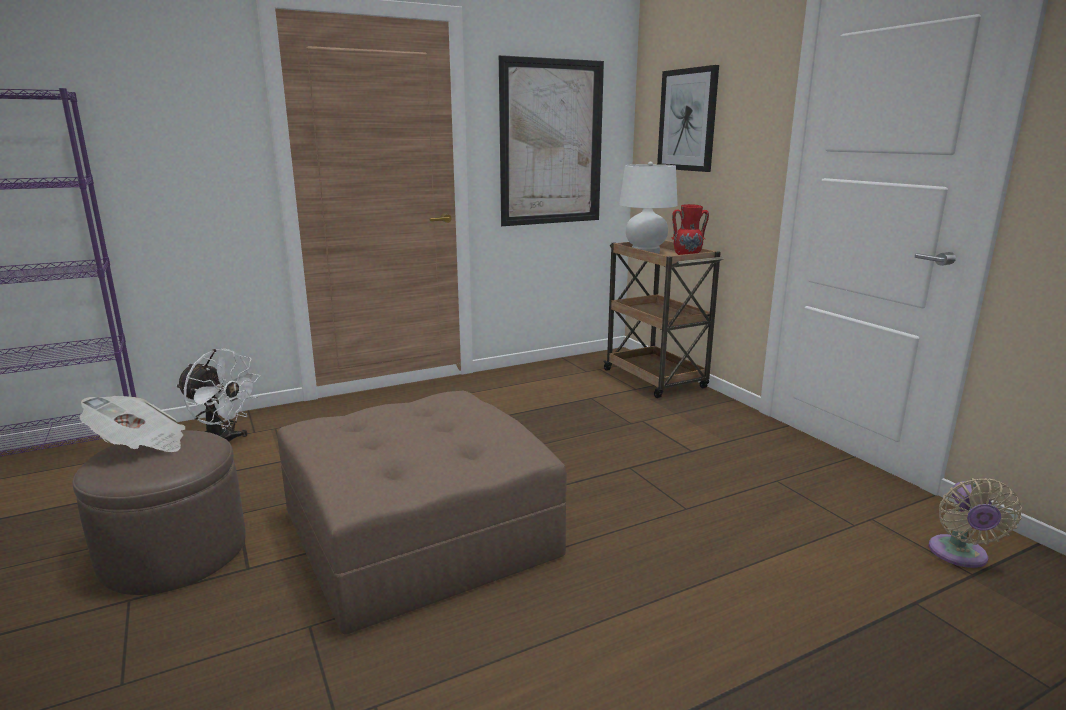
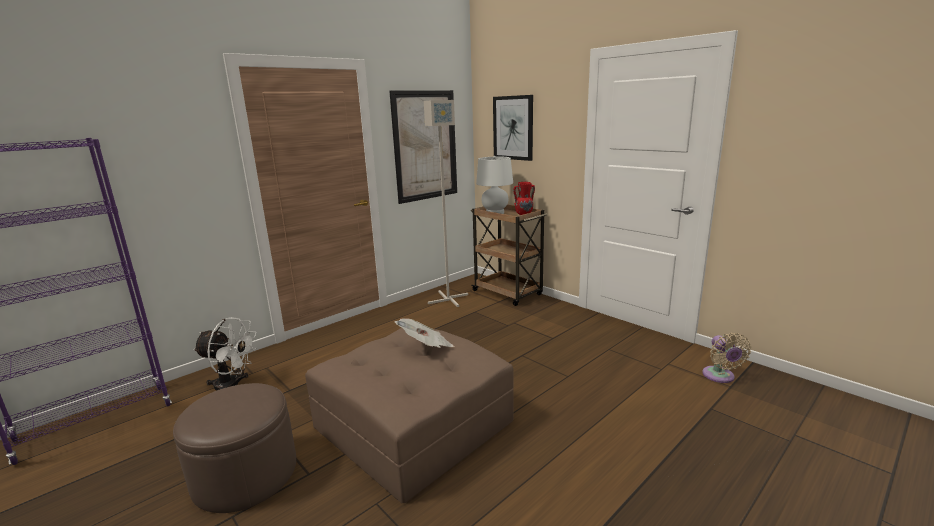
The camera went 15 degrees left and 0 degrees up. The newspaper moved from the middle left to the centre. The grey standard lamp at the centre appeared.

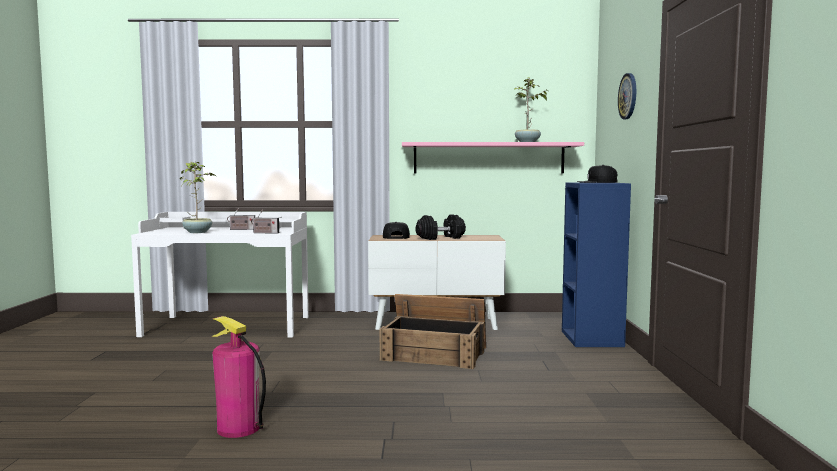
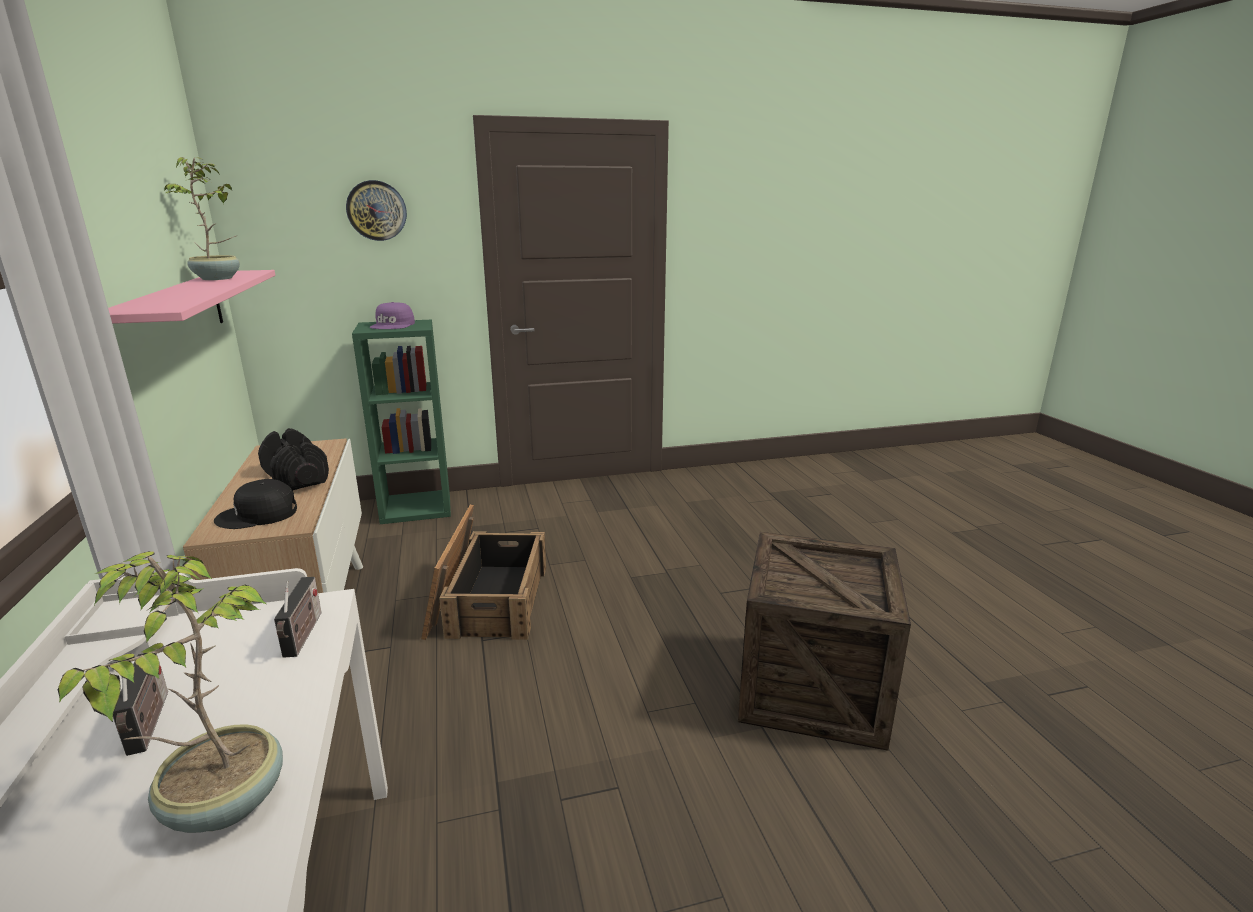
The camera went 105 degrees left and 15 degrees up. The fire-fighting cylinder at the bottom left was replaced by the crate (no. 2 from left) at the bottom centre. The blue shelving unit at the middle right became the greenish shelving unit at the middle left. The black-coloured baseball cap (no. 2 from left) at the middle right became the purple baseball cap at the middle left.

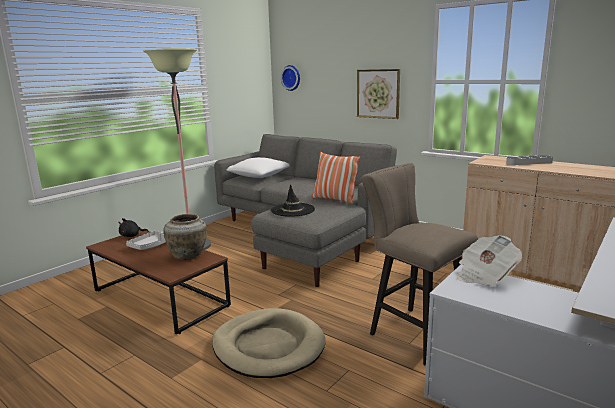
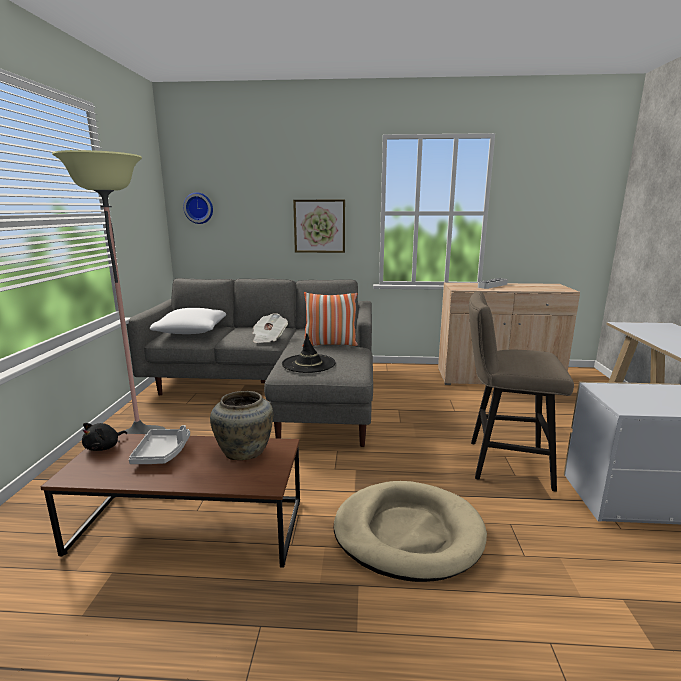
The camera went 35 degrees left and 0 degrees up. The newspaper moved from the middle right to the centre.

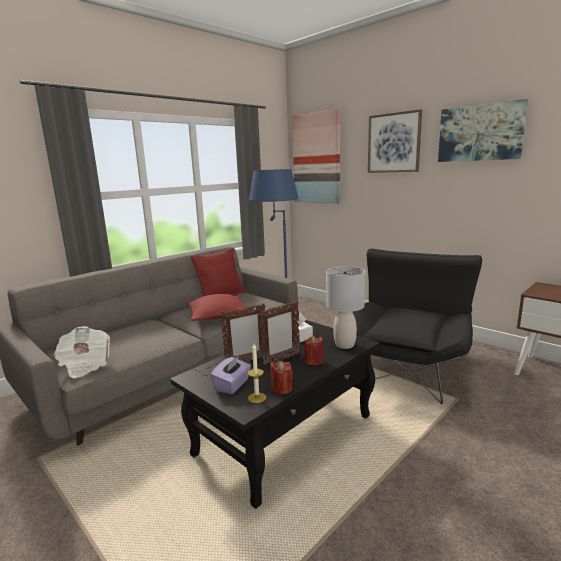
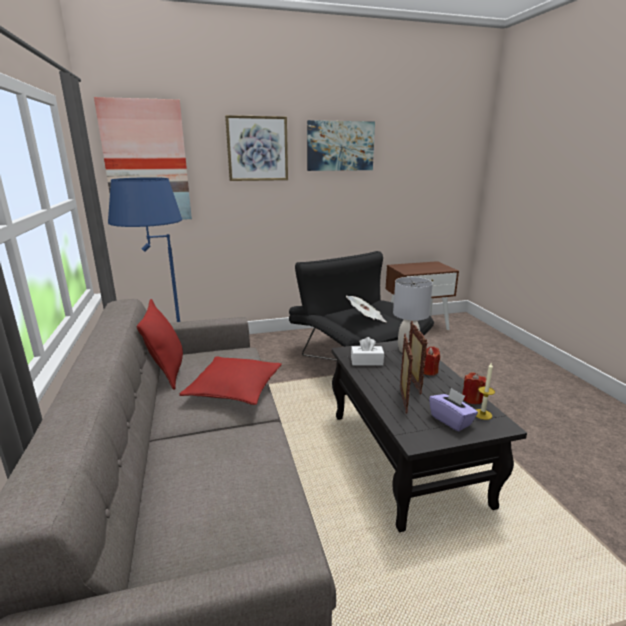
The camera went 60 degrees left and 5 degrees up. The newspaper moved from the middle left to the centre.

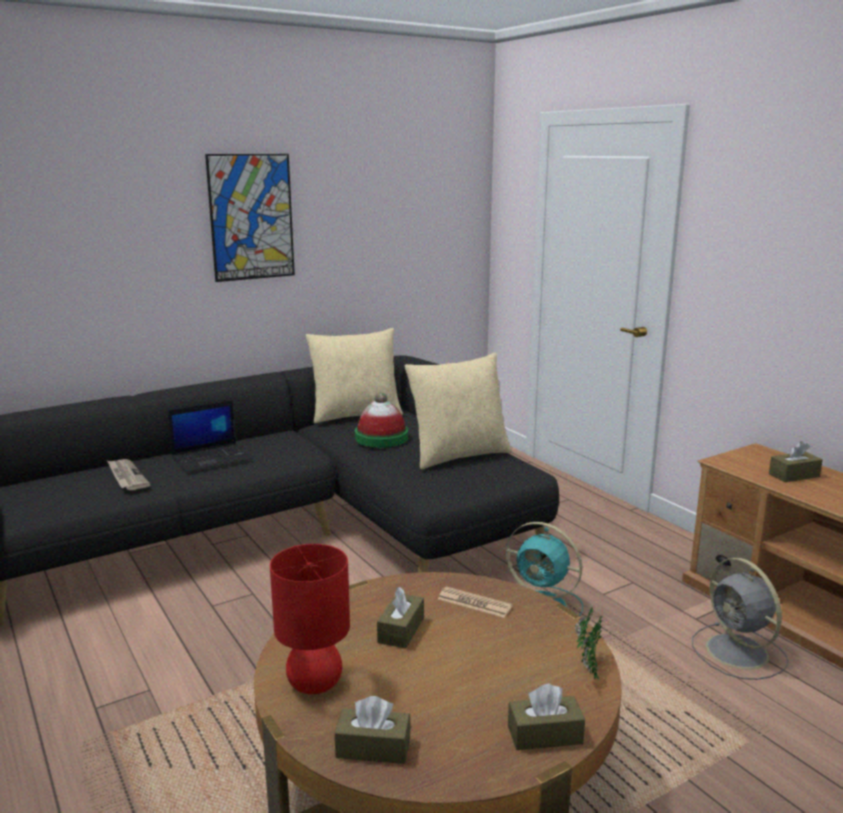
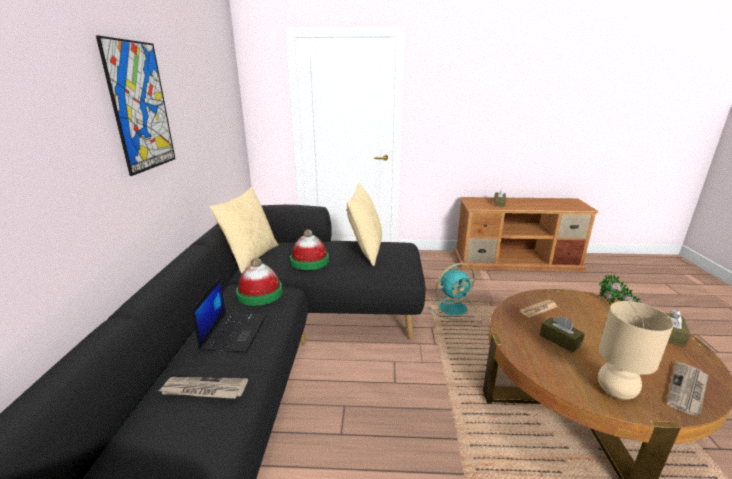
The camera went 55 degrees left and 5 degrees up. The red table lamp at the bottom centre became the beige-coloured table lamp at the bottom right. The brown box of tissues (no. 1 from left) at the bottom centre was replaced by the newspaper (no. 3 from left) at the bottom right. The grey electric fan at the bottom right disappeared. The hat (no. 1 from left) at the centre appeared.

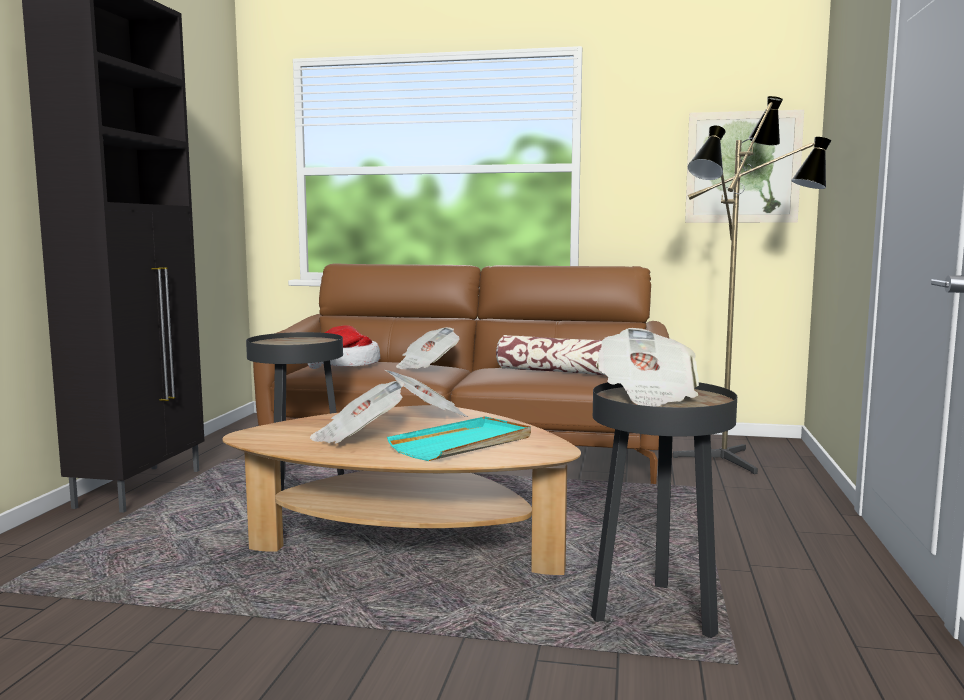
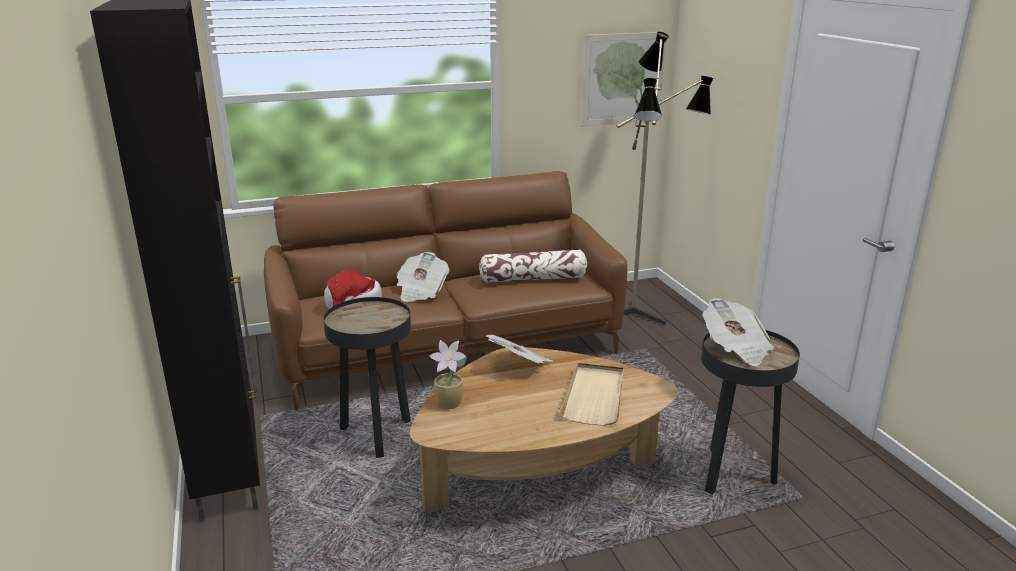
The camera went 30 degrees left and 15 degrees up. The newspaper (no. 1 from left) at the centre disappeared. The turquoise serving tray at the centre became the beige-coloured serving tray at the bottom centre. The potted plant at the centre appeared.

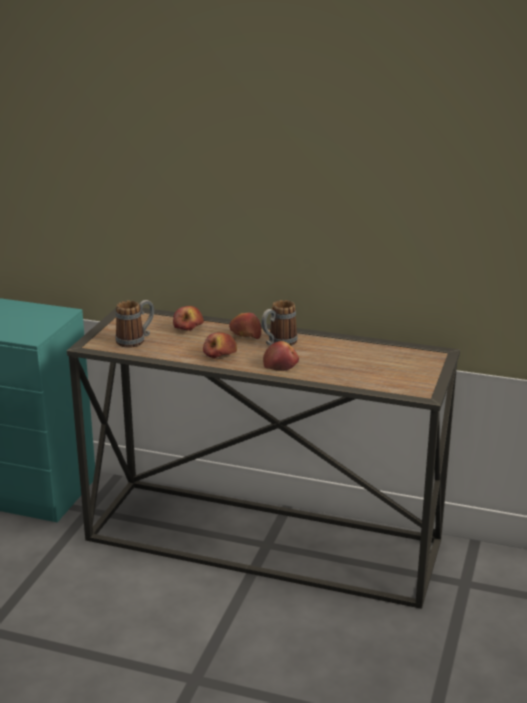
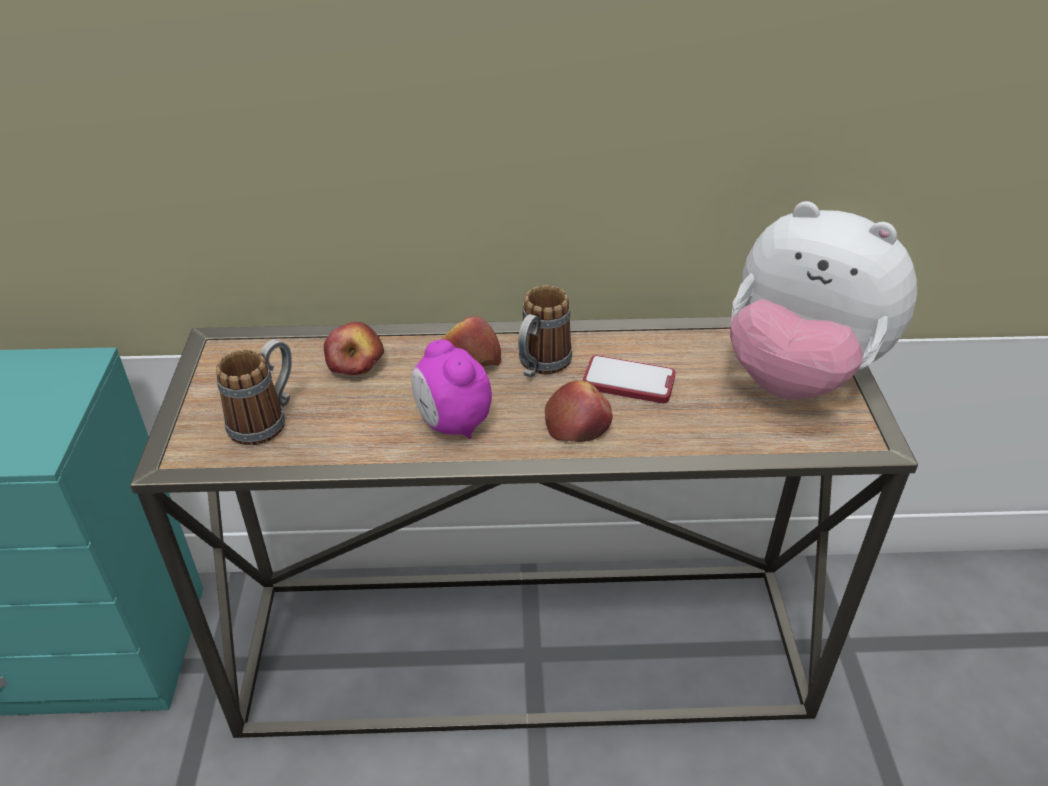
The camera went 20 degrees left and 15 degrees up. The apple fruit (no. 2 from left) at the centre was replaced by the table clock at the centre. The phone at the centre appeared. The cuddly toy at the middle right appeared.

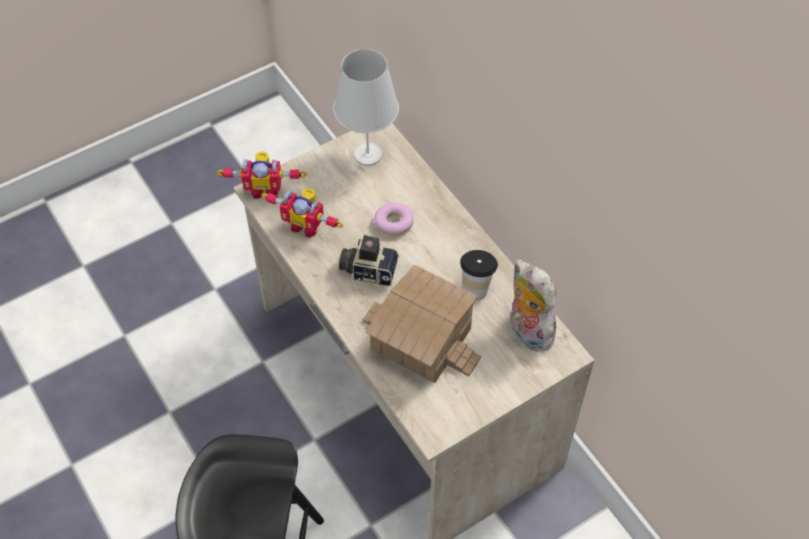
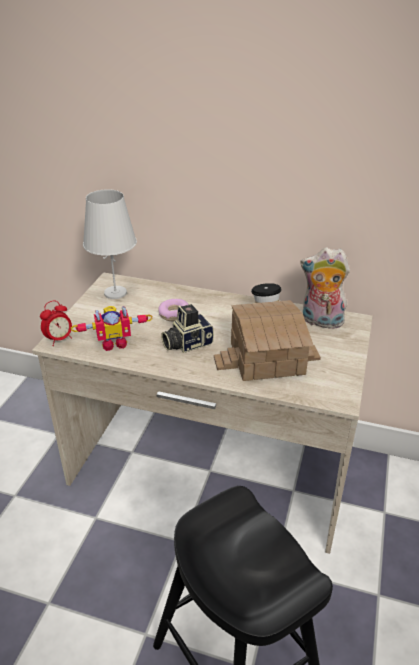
The camera went 40 degrees left and 20 degrees down. The model robot (no. 1 from left) at the top left was replaced by the table clock at the middle left.

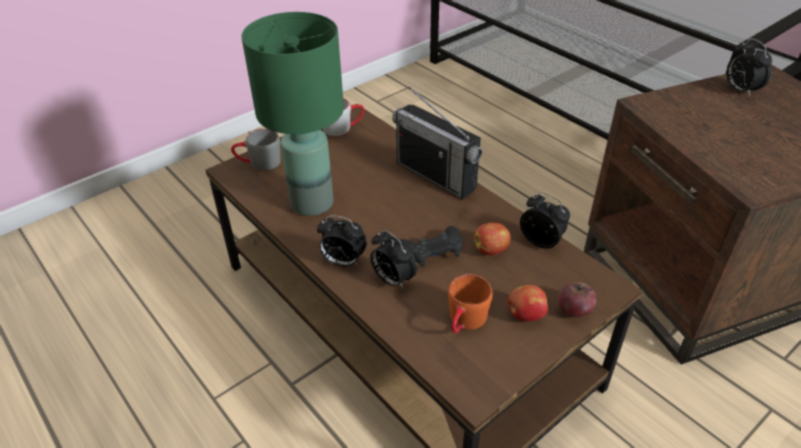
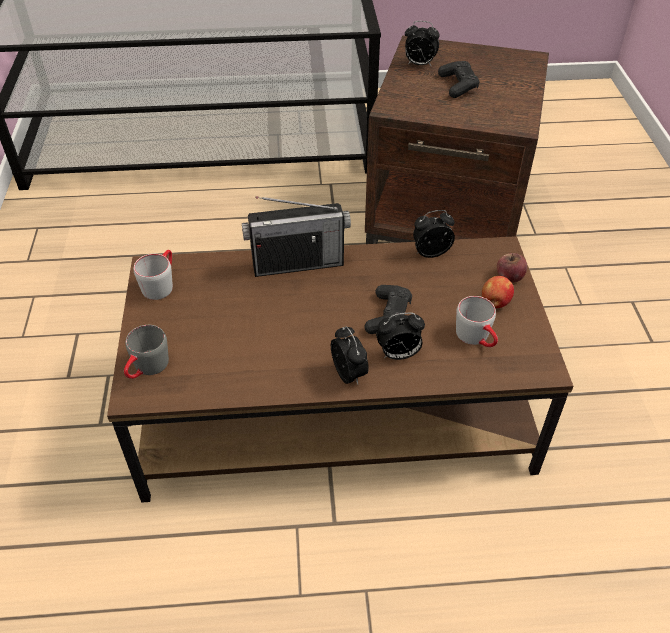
The camera went 55 degrees left and 5 degrees up. The greenish table lamp at the top centre disappeared. The table clock (no. 1 from left) at the centre turned 75 degrees counterclockwise. The orangey coffee mug at the bottom centre became the grey coffee mug (no. 3 from left) at the middle right. The apple fruit (no. 1 from left) at the centre disappeared. The black-coloured gamepad (no. 2 from left) at the top right appeared.

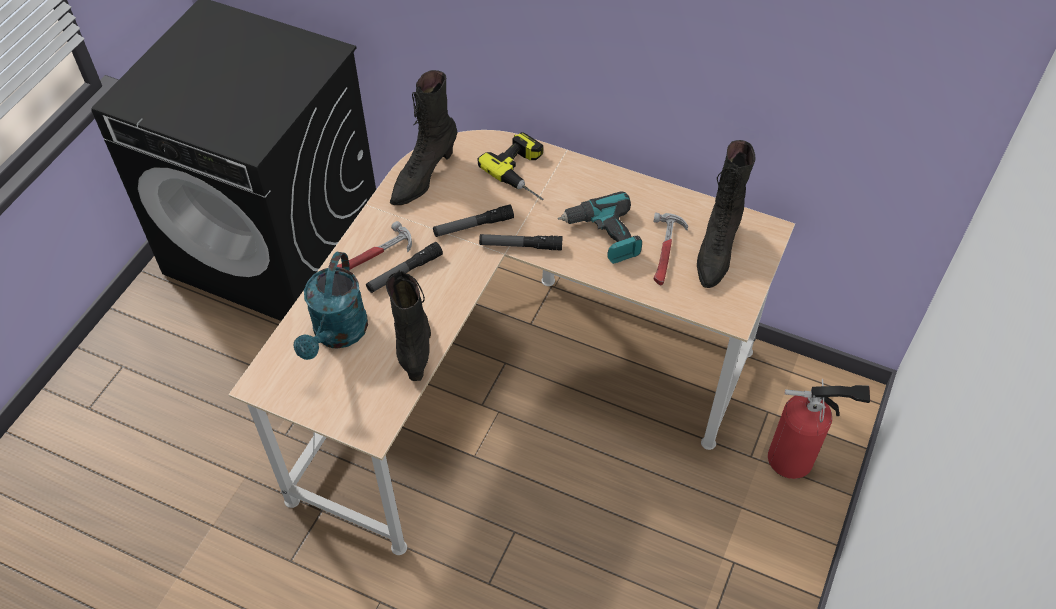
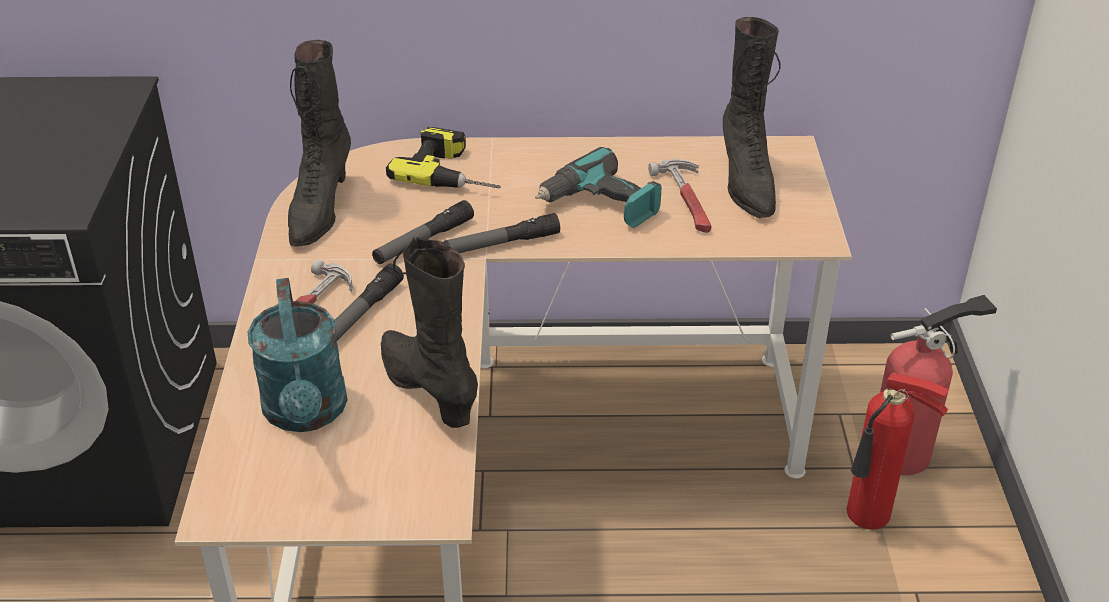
The camera went 25 degrees left and 15 degrees down. The fire-fighting cylinder (no. 1 from left) at the bottom right appeared.

